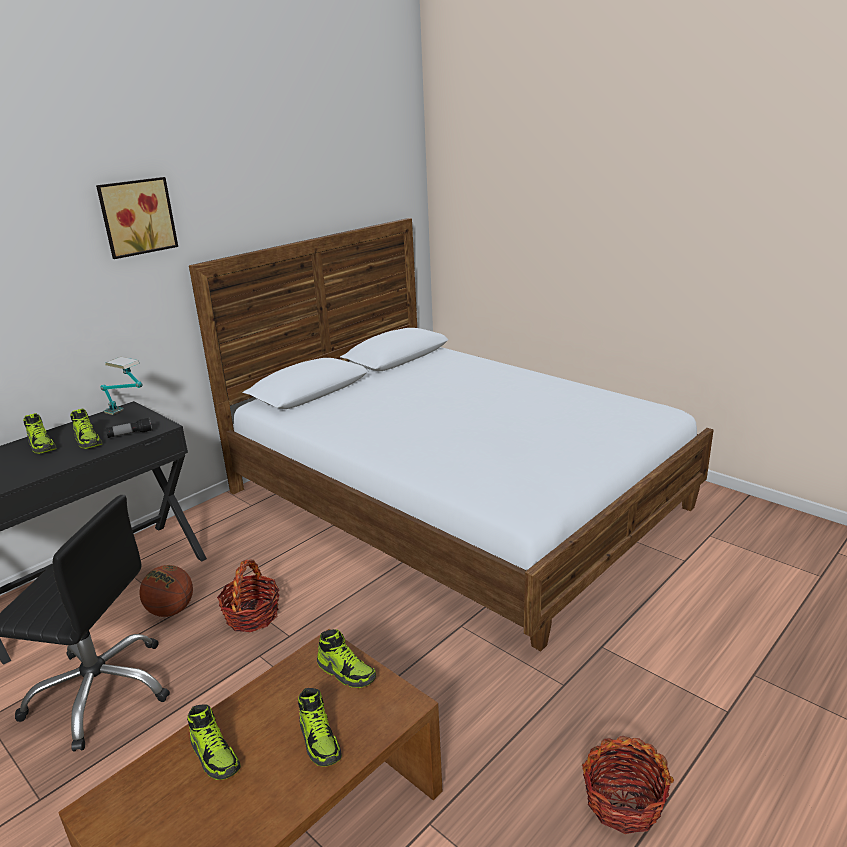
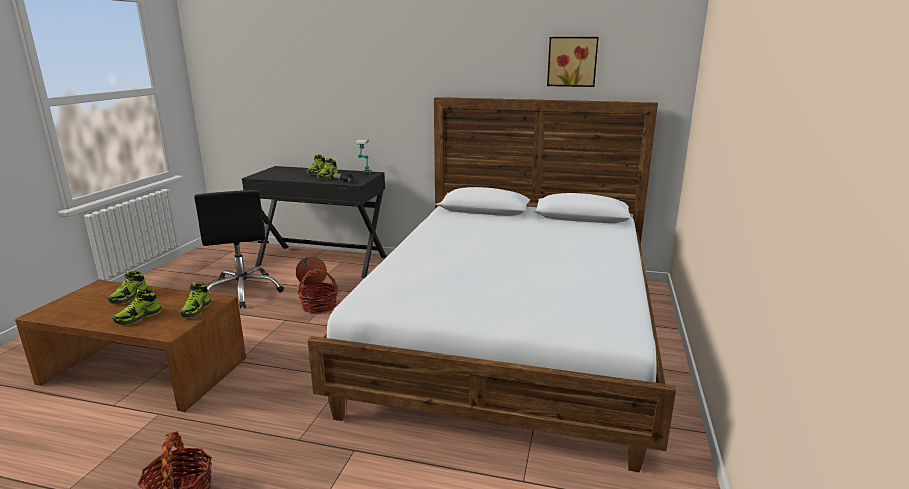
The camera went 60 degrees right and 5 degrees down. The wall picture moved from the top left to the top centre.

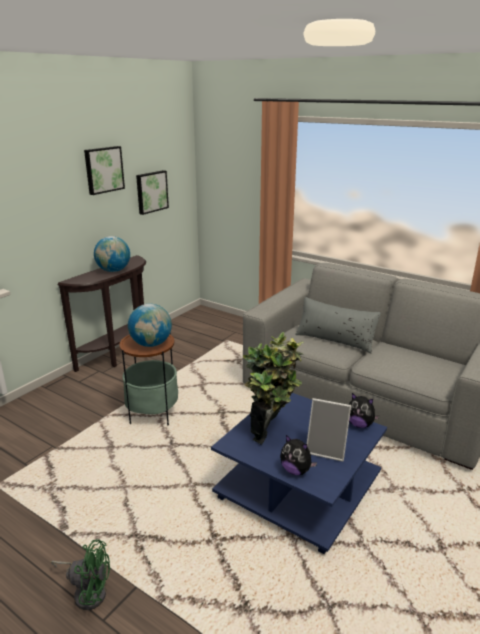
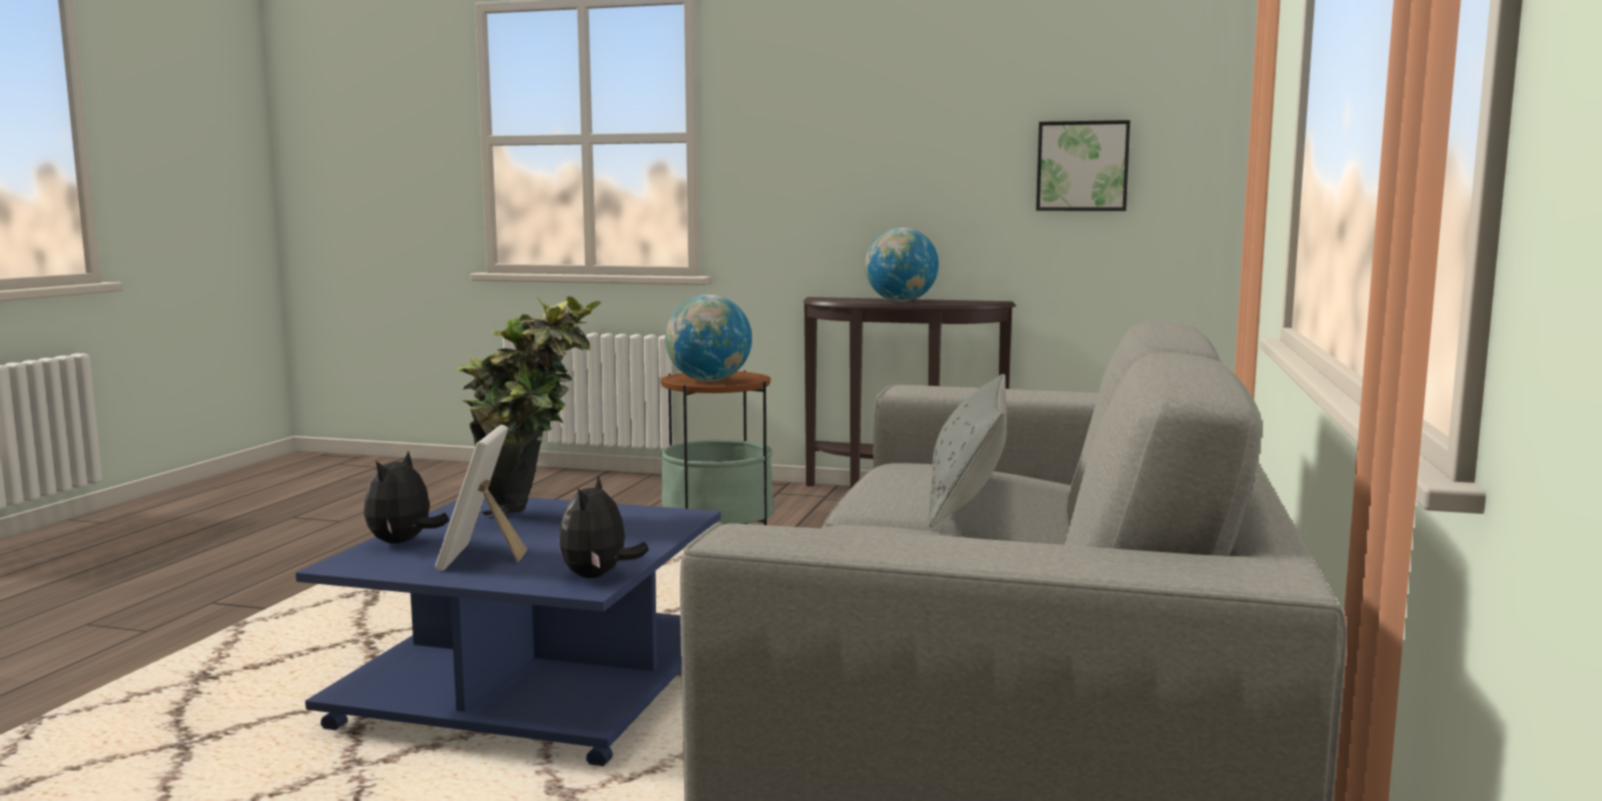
The camera went 70 degrees right and 15 degrees down. The greenish electric fan at the bottom left disappeared. The wall picture (no. 1 from left) at the top left disappeared.

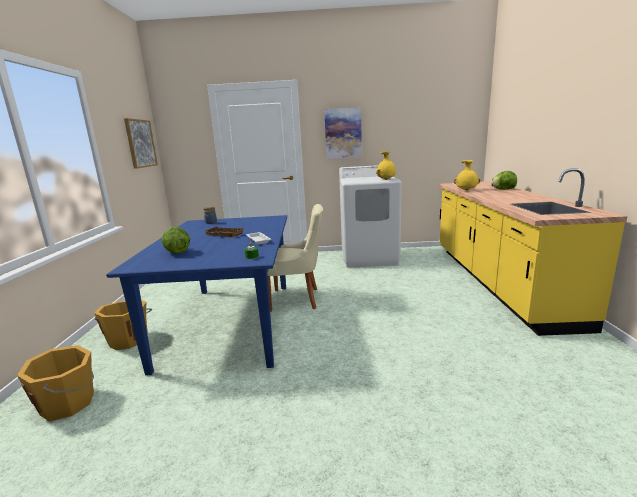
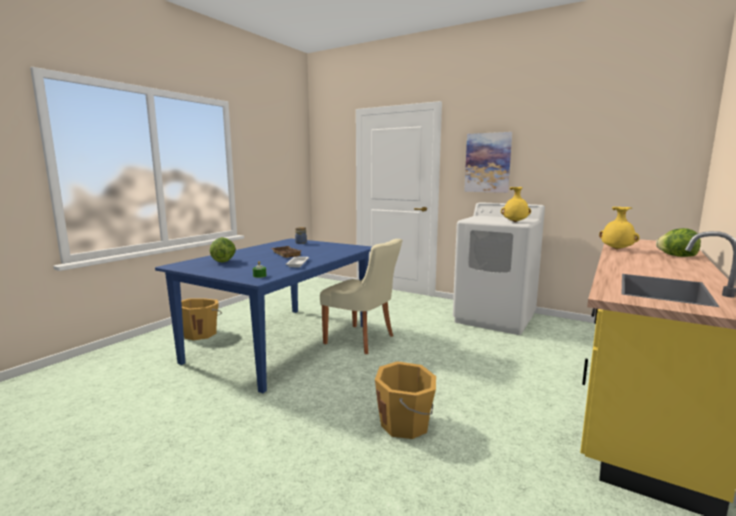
The camera went 30 degrees right and 5 degrees down. The orangey pail (no. 1 from left in the first image) moved from the bottom left to the bottom centre. The wall picture (no. 1 from left) at the top left disappeared.

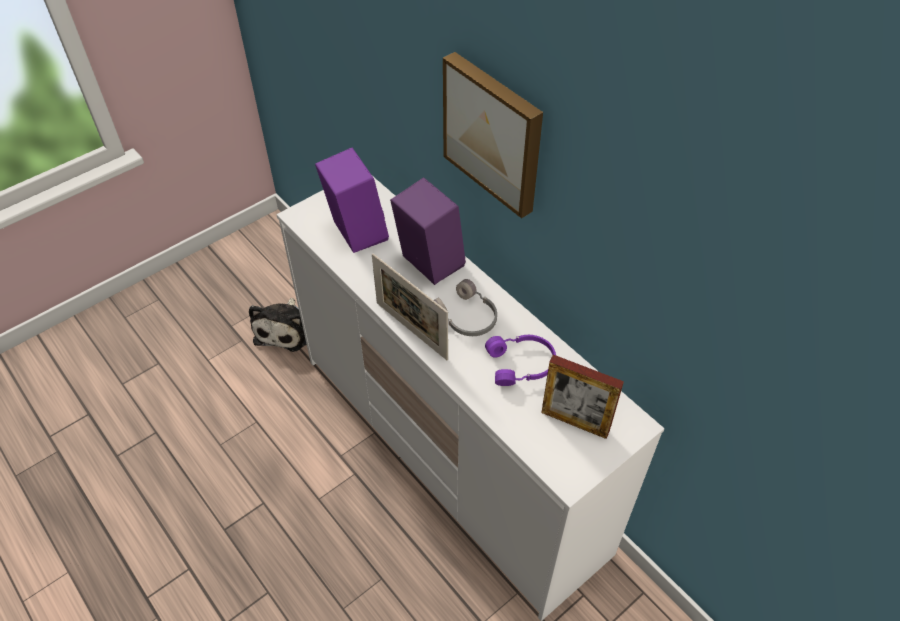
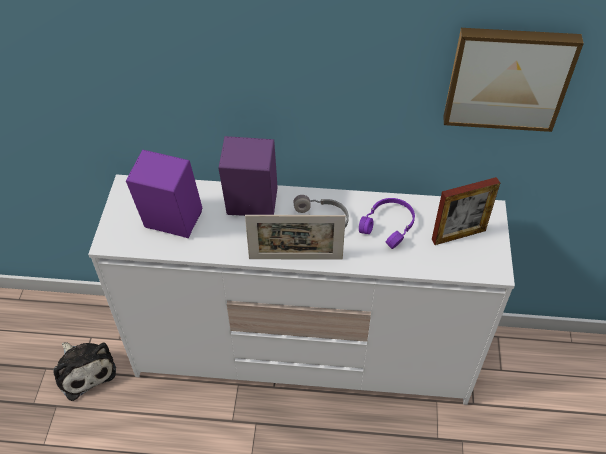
The camera went 45 degrees left and 0 degrees up. The wall picture moved from the top centre to the top right.

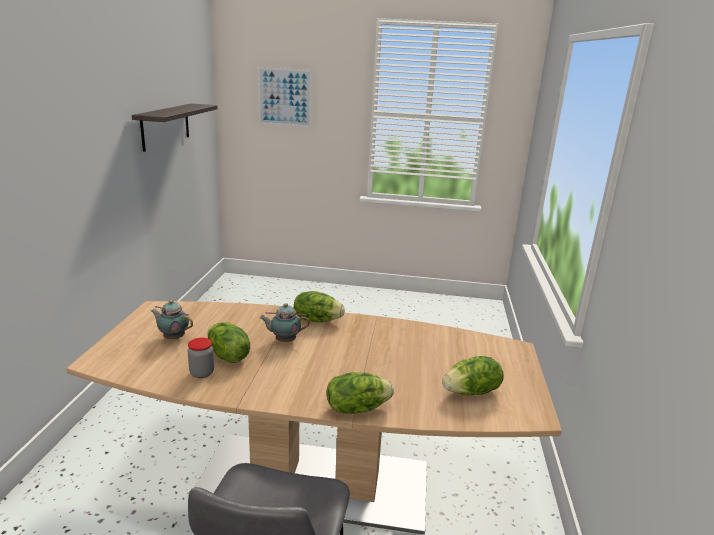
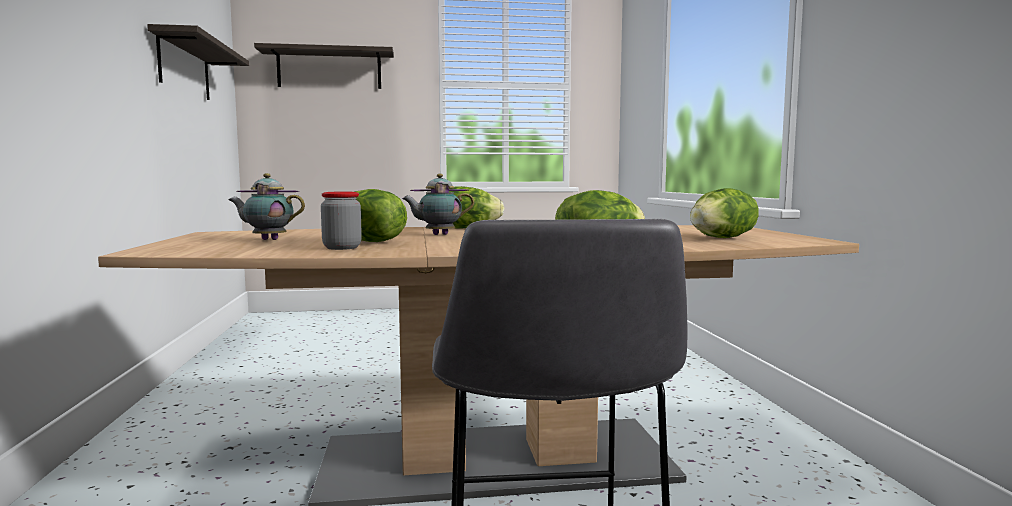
The camera went 15 degrees left and 15 degrees down. The wall picture at the top centre was replaced by the shelf (no. 2 from left) at the top left.

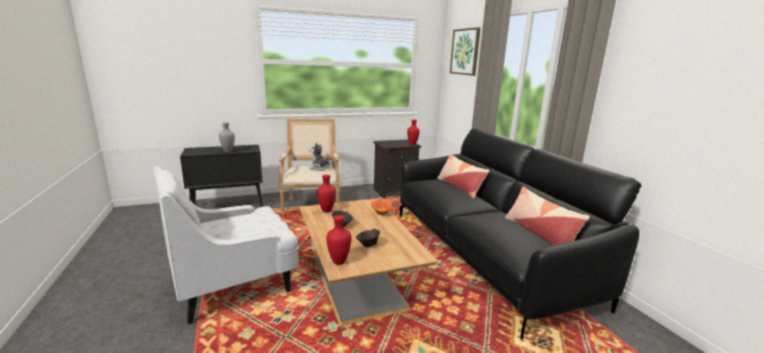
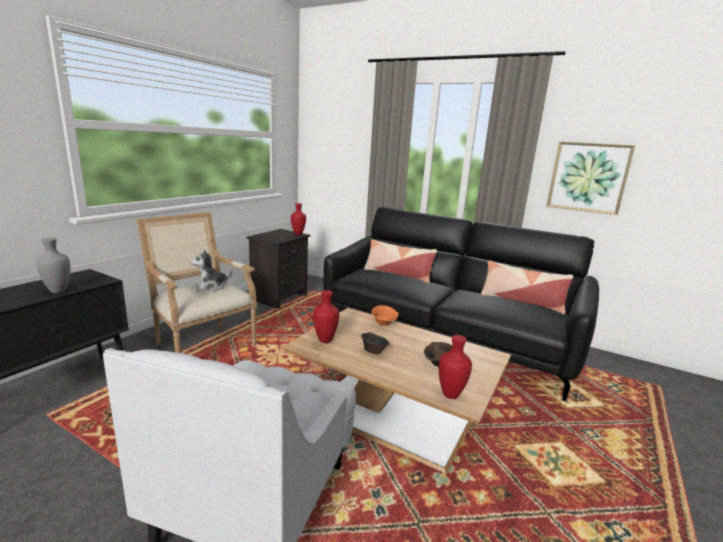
The camera went 40 degrees left and 0 degrees up. The wall picture moved from the top centre to the top right.

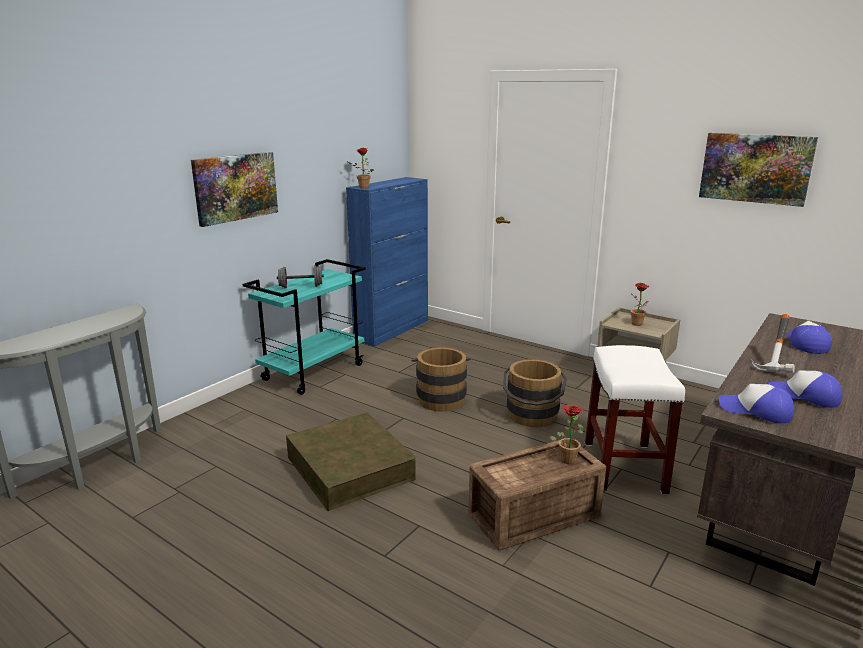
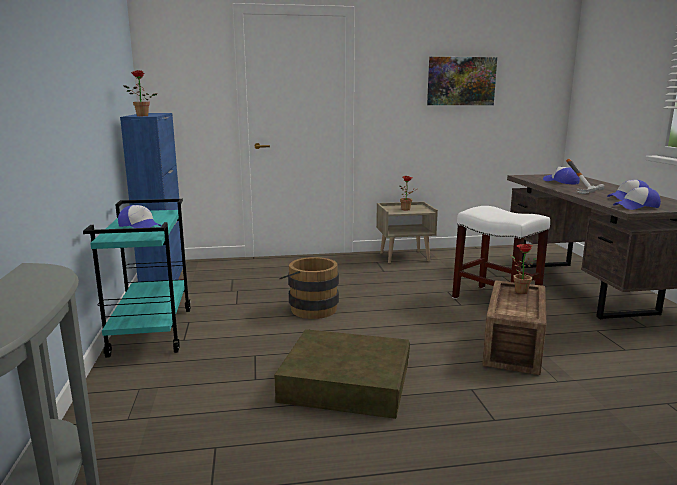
The camera went 45 degrees left and 5 degrees down. The wall picture (no. 1 from left) at the top left disappeared. The grey hand weight at the centre was replaced by the baseball cap (no. 1 from left) at the middle left. The brown pail (no. 2 from left) at the centre disappeared.

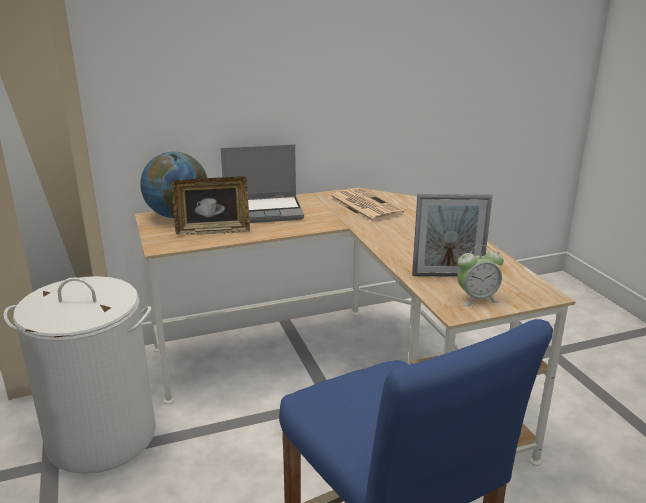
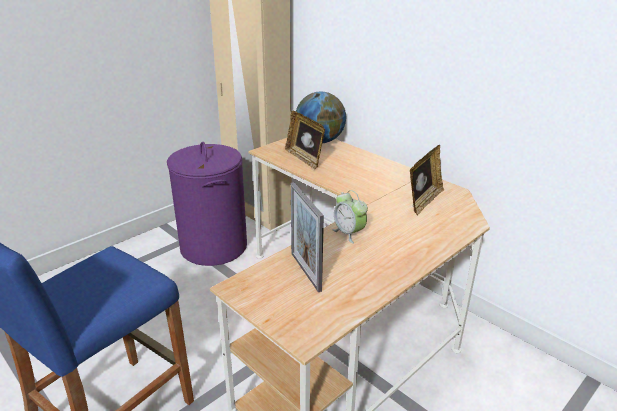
The camera went 65 degrees right and 5 degrees up. The whitish washing basket at the bottom left became the purple washing basket at the centre. The portable computer at the centre disappeared. The newspaper at the centre was replaced by the standing frame (no. 3 from left) at the middle right. The table clock moved from the middle right to the centre.

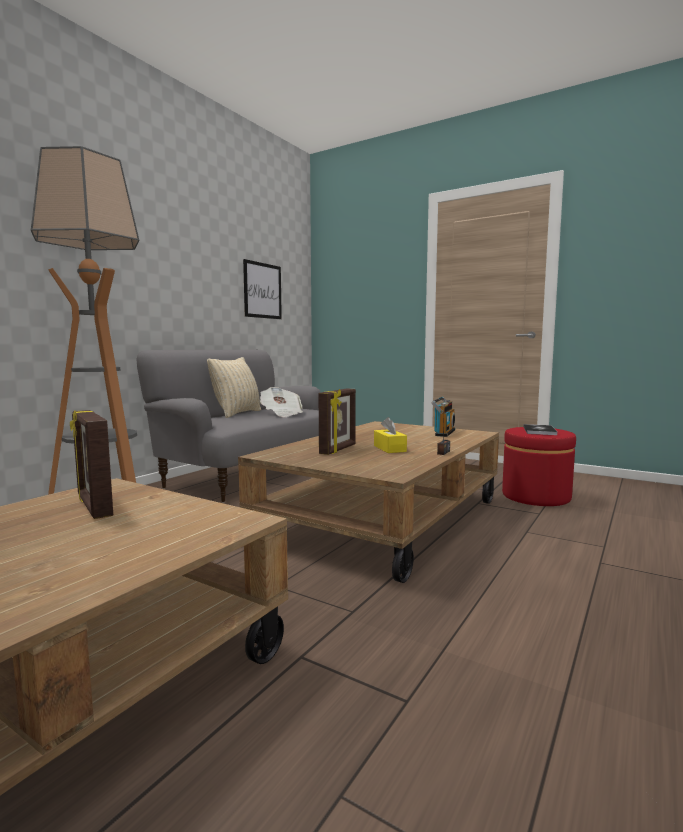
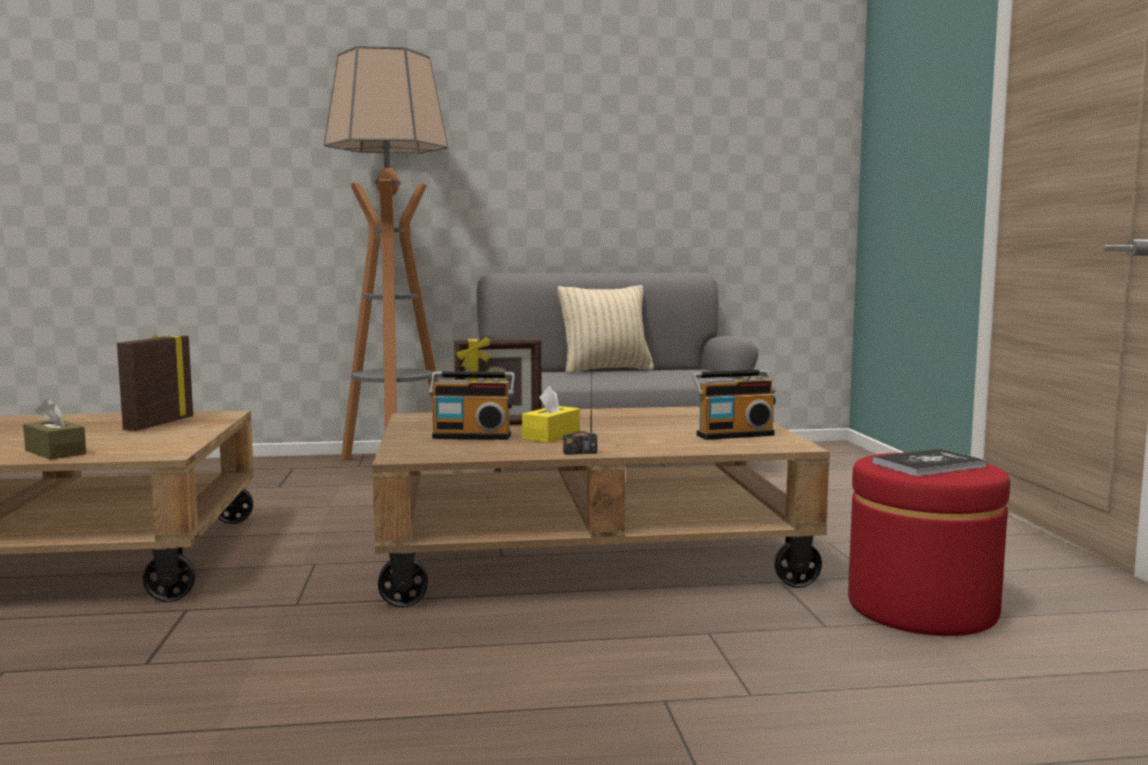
The camera went 50 degrees right and 0 degrees up. The wall picture at the centre disappeared. The newspaper at the centre disappeared. The brown box of tissues at the middle left appeared. The radio receiver (no. 1 from left) at the centre appeared.

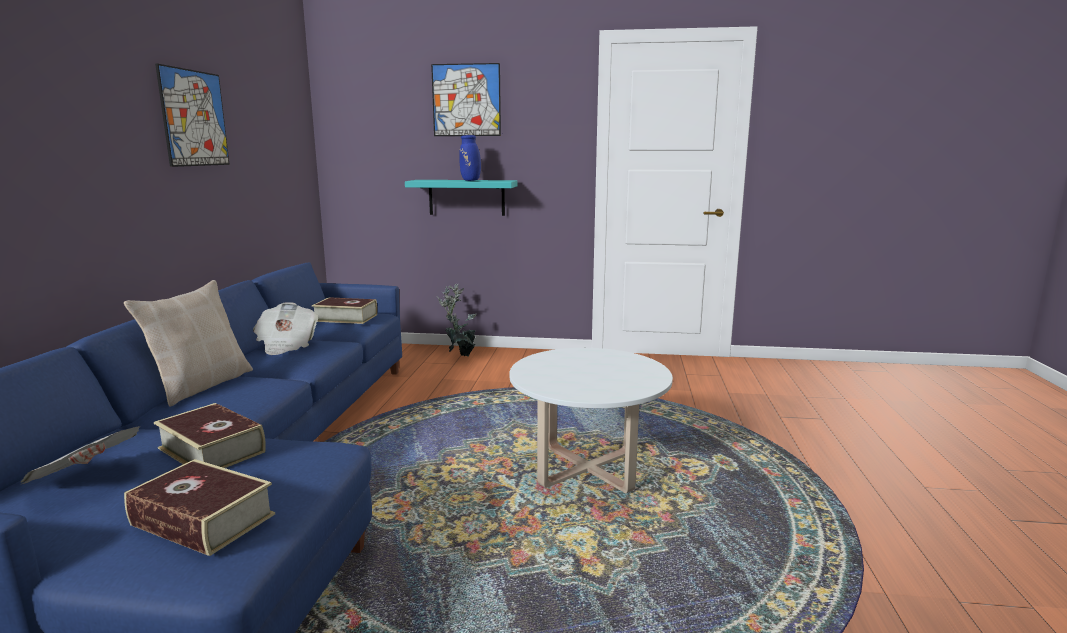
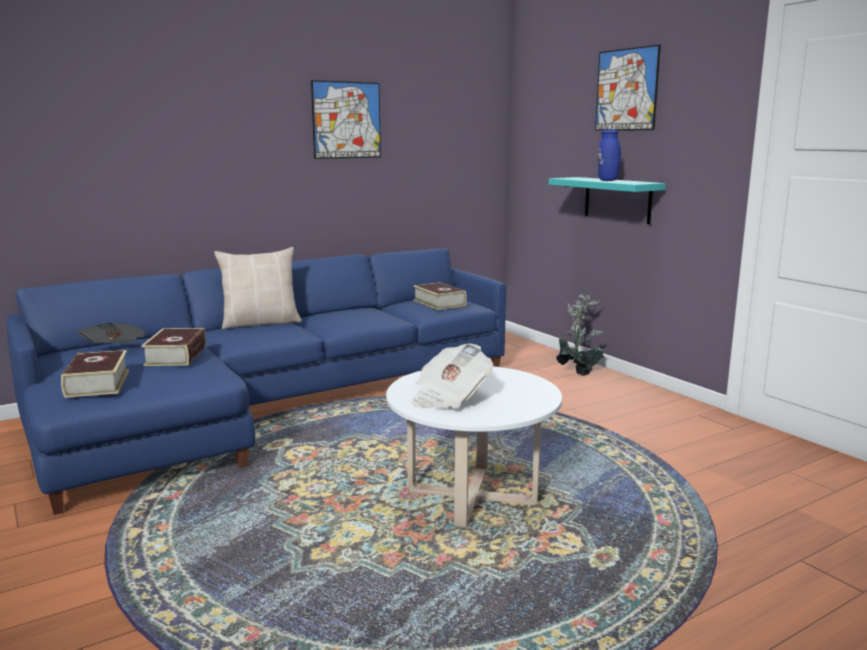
The camera went 50 degrees right and 0 degrees up. The newspaper (no. 2 from left) moved from the middle left to the centre.

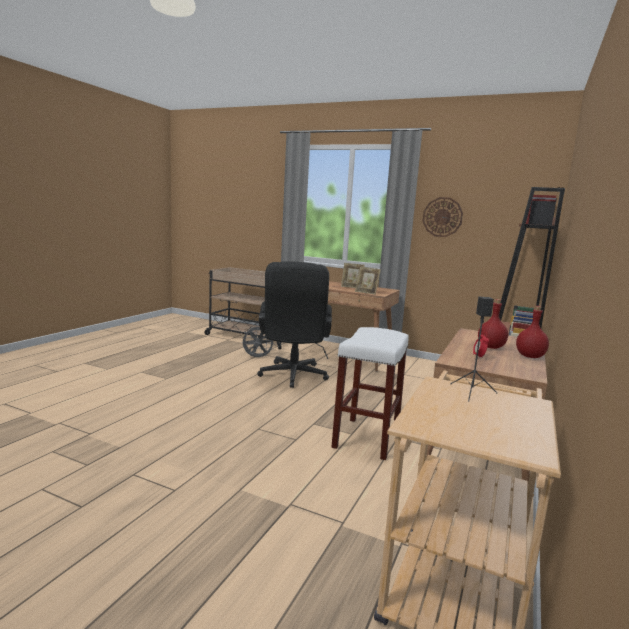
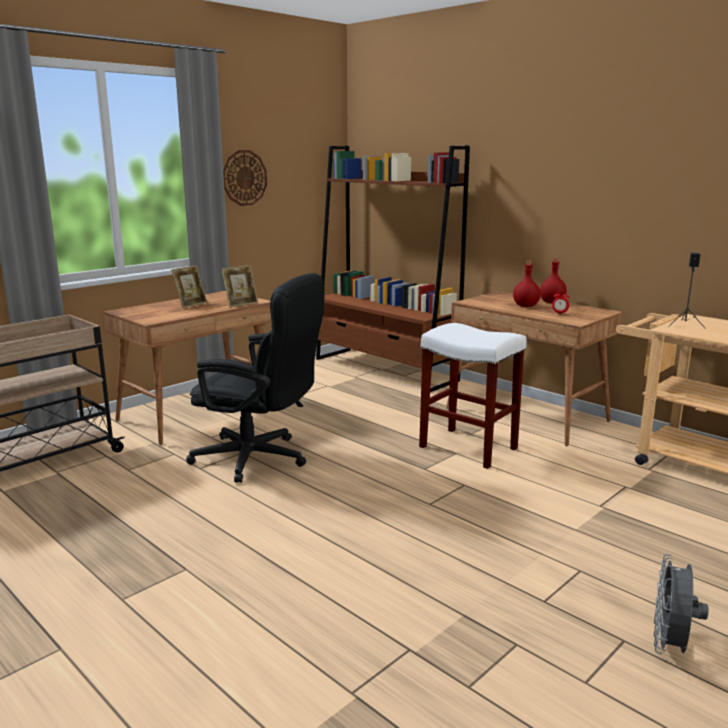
The camera went 70 degrees left and 5 degrees up. The grey electric fan moved from the centre to the bottom right.

